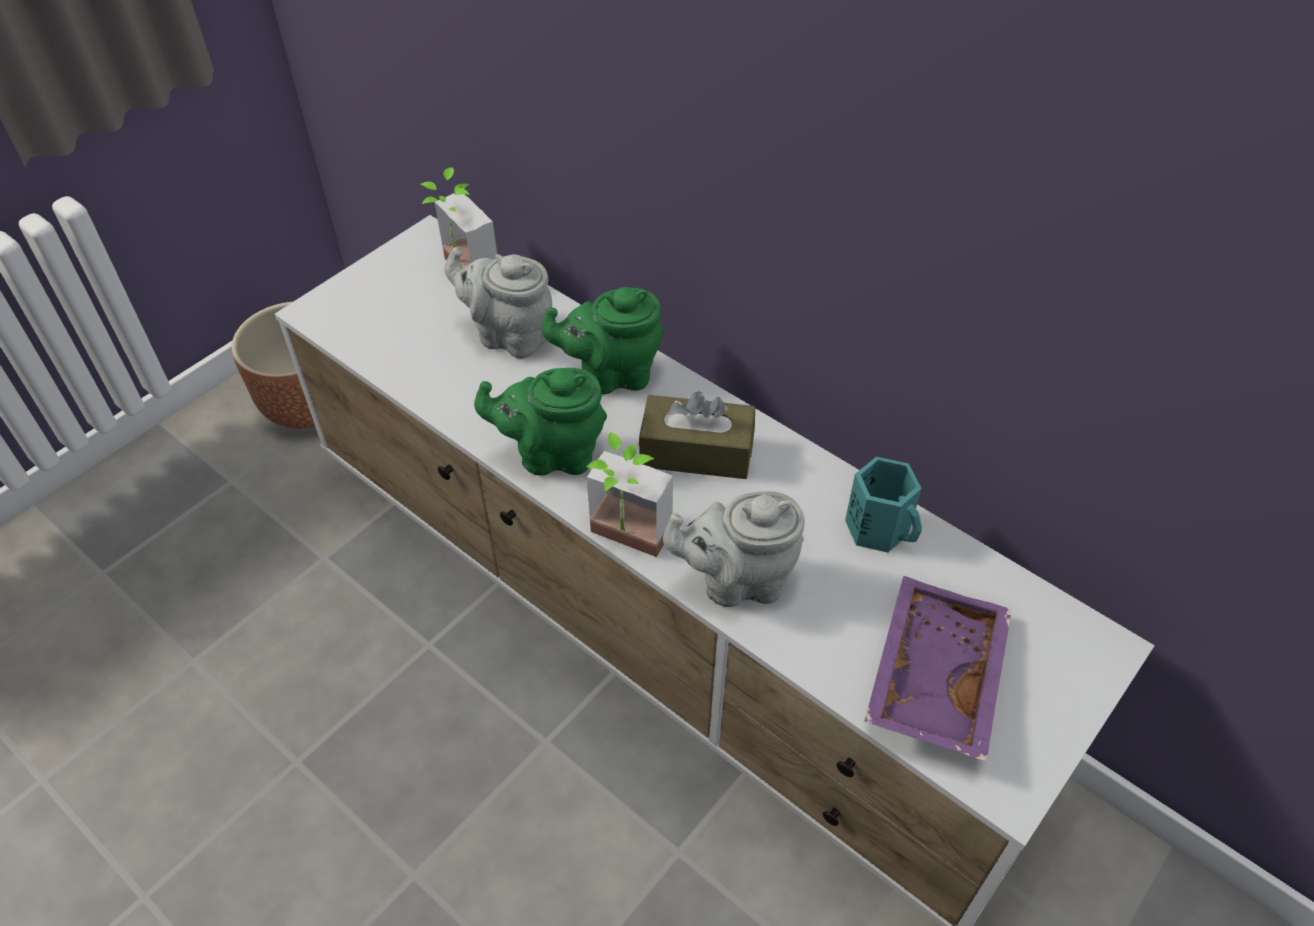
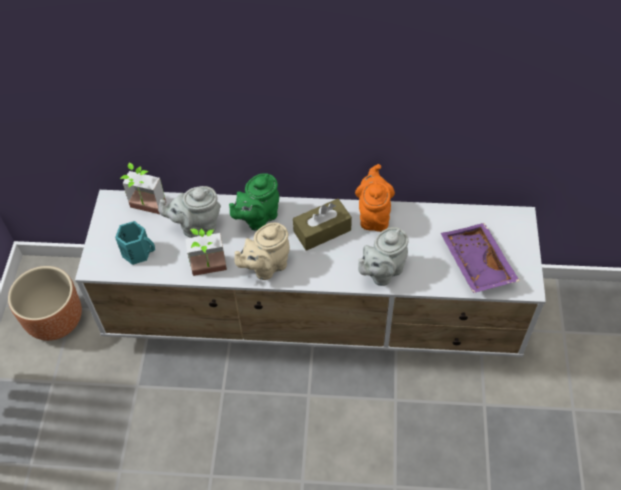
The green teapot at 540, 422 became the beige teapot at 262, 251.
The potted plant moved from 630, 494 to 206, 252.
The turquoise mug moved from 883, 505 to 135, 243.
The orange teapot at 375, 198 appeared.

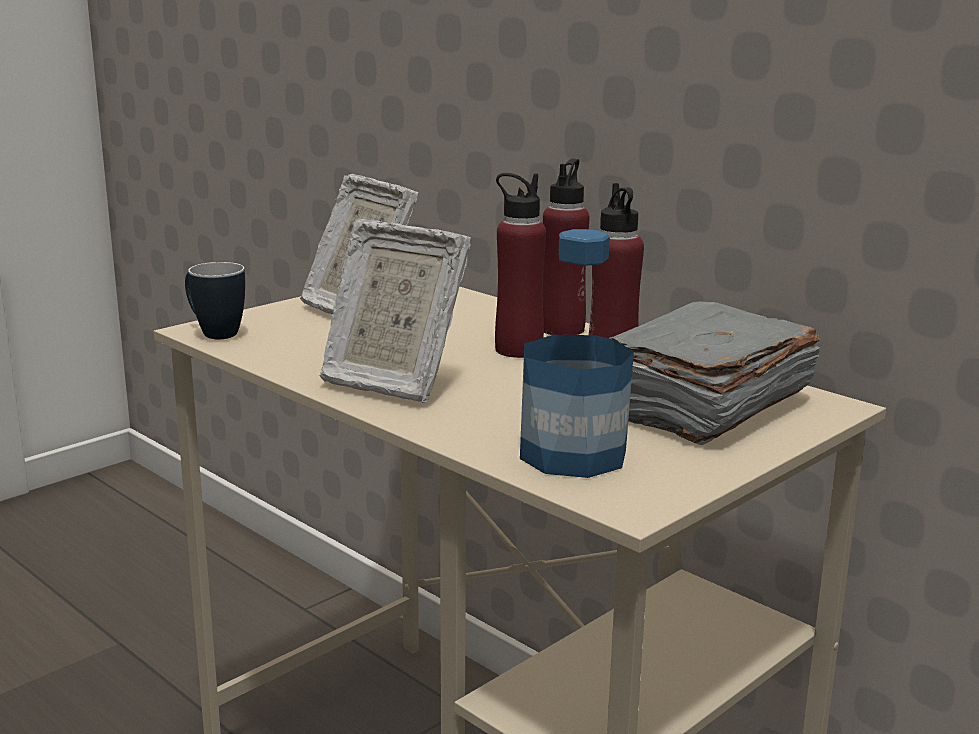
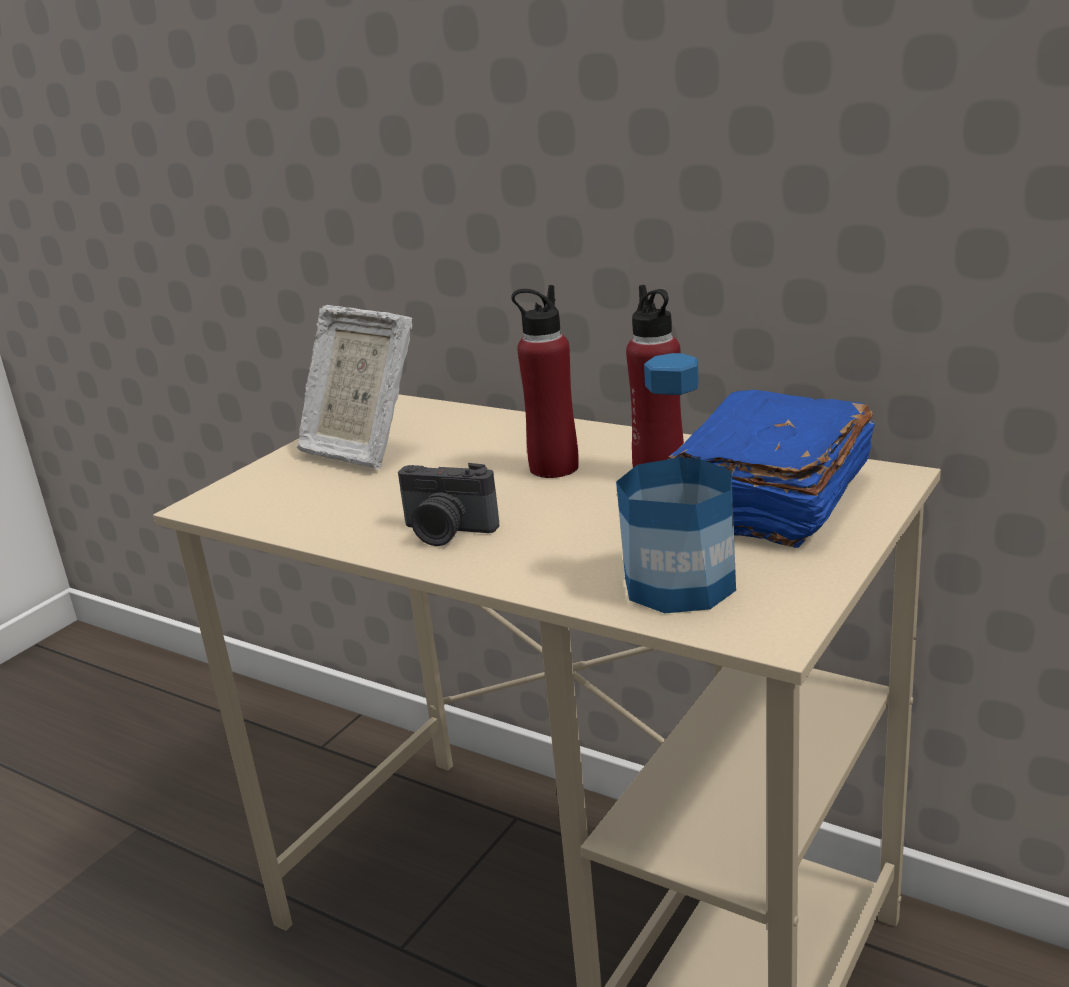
The red bottle at 566, 247 disappeared.
The picture frame at 395, 311 was replaced by the photo camera at 449, 504.
The mug at 215, 300 disappeared.
The grey book at 715, 373 became the blue book at 771, 469.

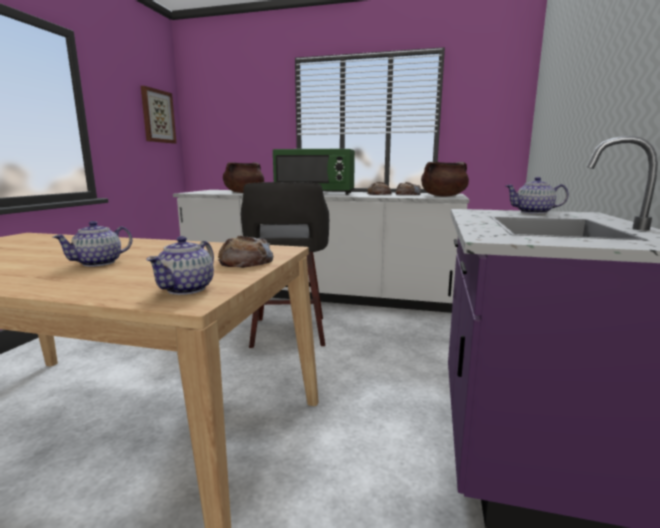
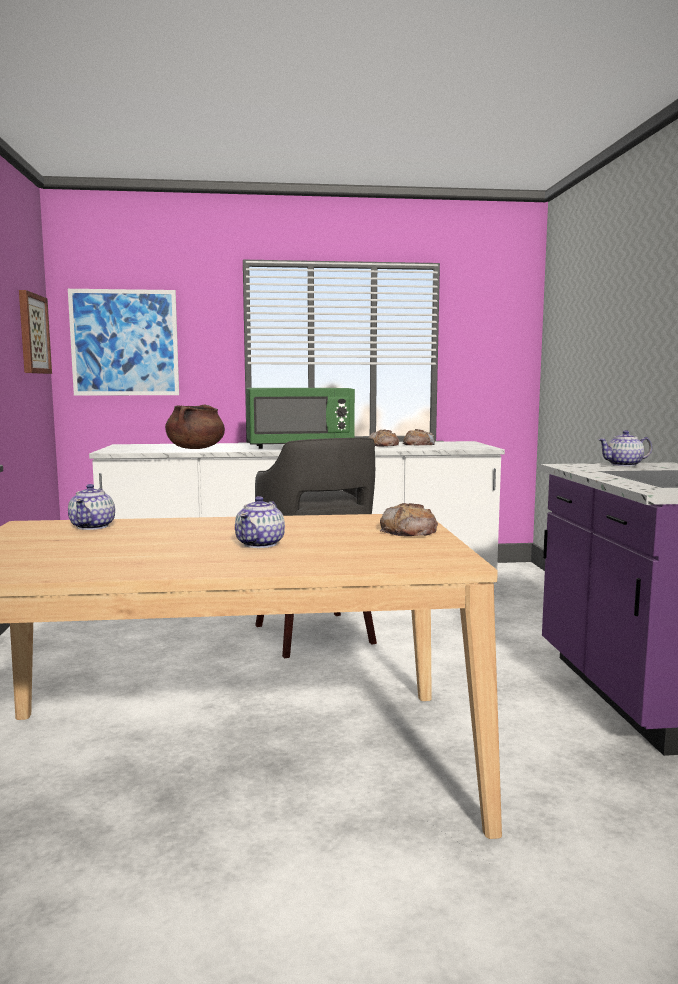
The brown cooking pot at 445, 179 disappeared.
The teapot moved from 180, 265 to 91, 507.
The picture at 123, 342 appeared.

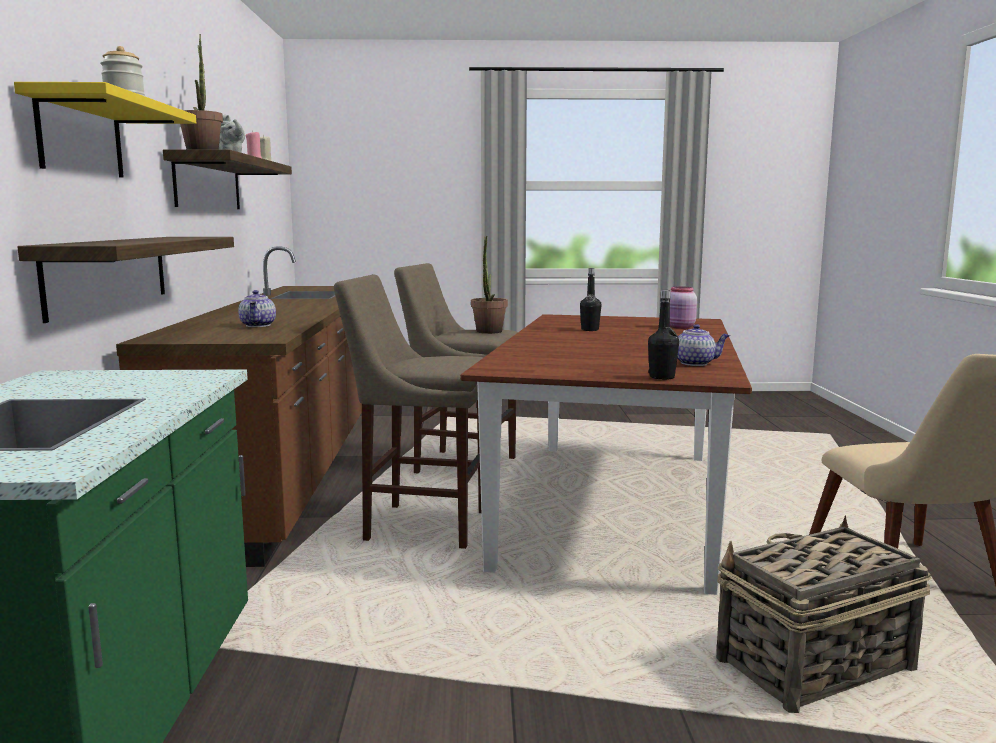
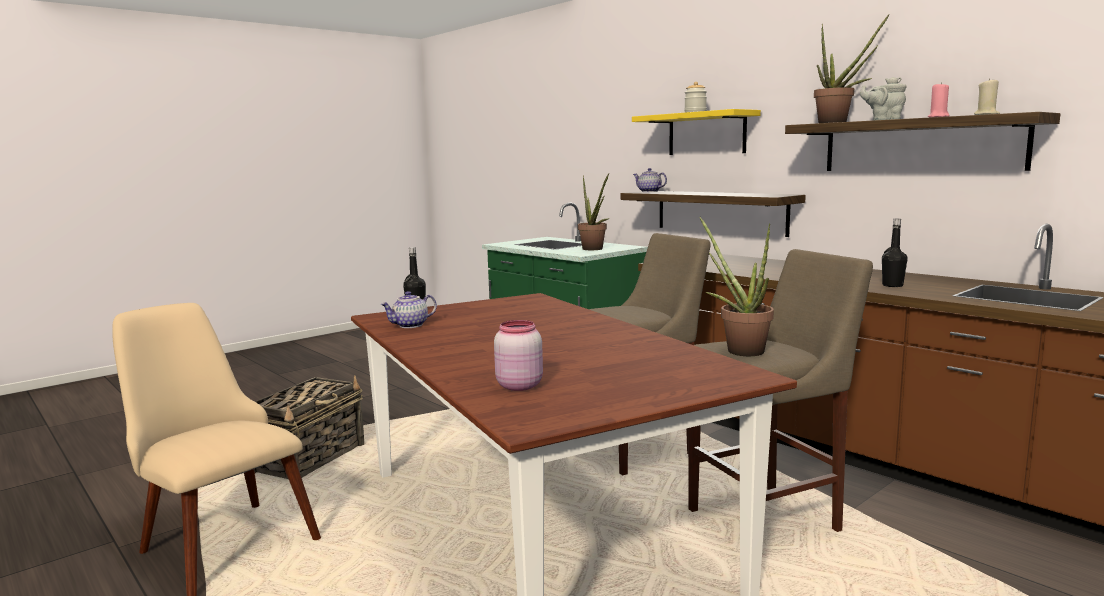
The black bottle moved from 590, 299 to 894, 253.
The teapot moved from 257, 308 to 650, 180.
The potted plant at 593, 212 appeared.

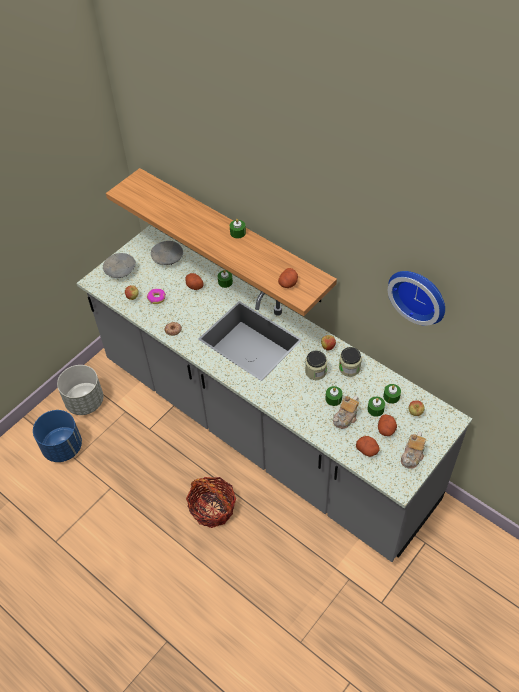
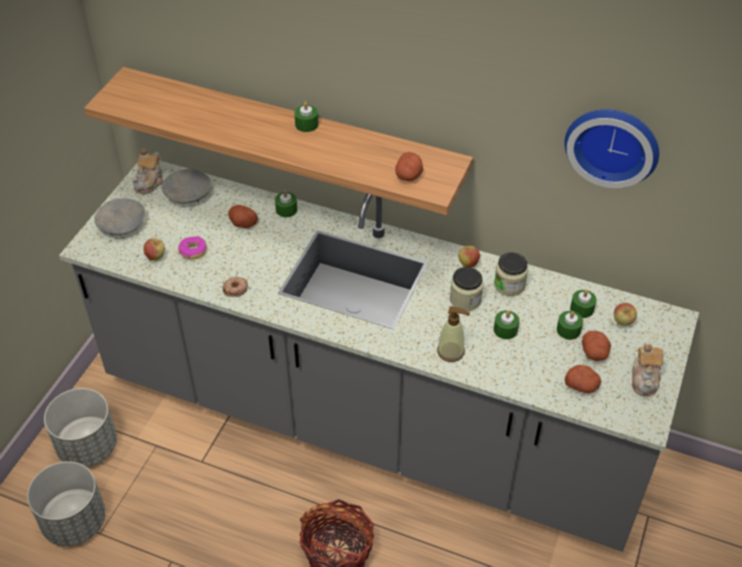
The teapot moved from 346, 412 to 147, 171.
The blue planter at 57, 436 became the grey planter at 66, 503.
The soap dispenser at 453, 334 appeared.

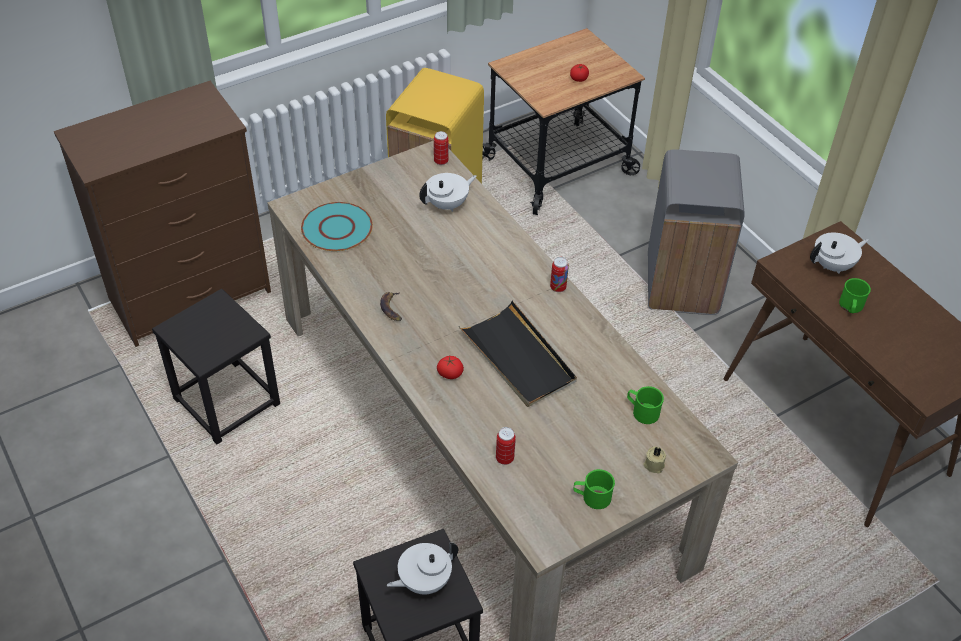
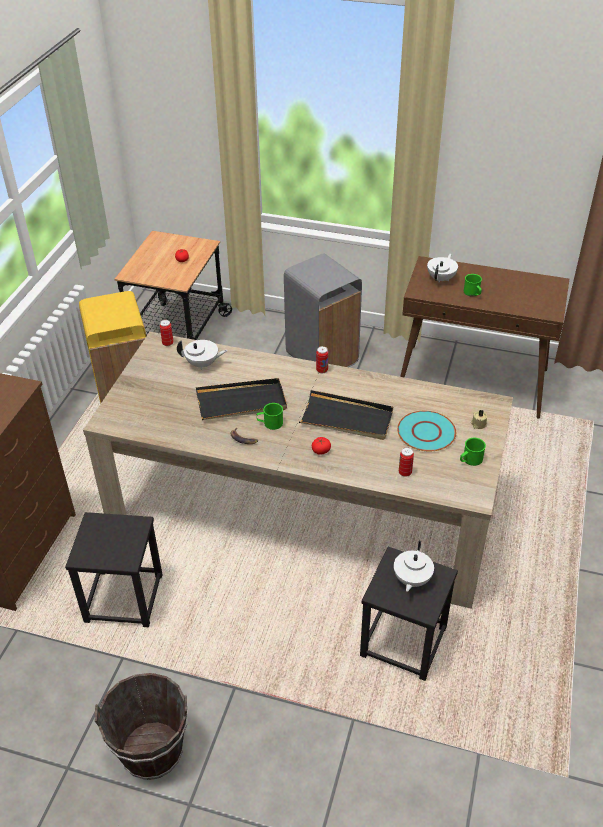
The white teapot at 448, 192 turned 75 degrees clockwise.
The turquoise plate moved from 337, 226 to 426, 431.
The green mug moved from 645, 405 to 270, 416.
The black tray at 241, 399 appeared.
The brown bucket at 140, 726 appeared.

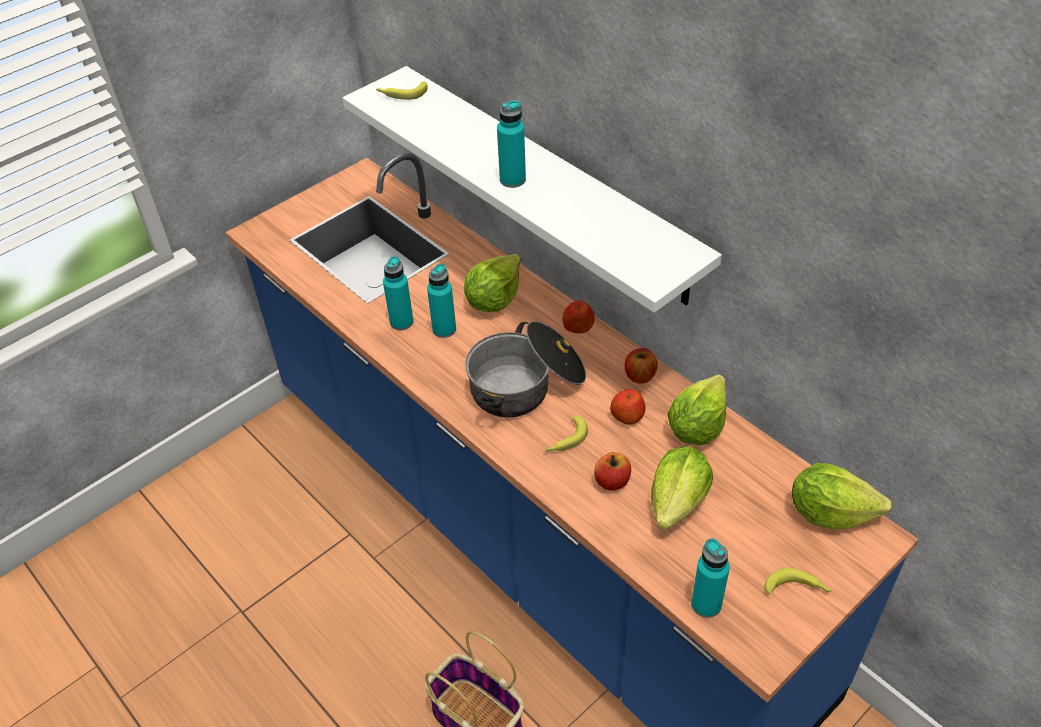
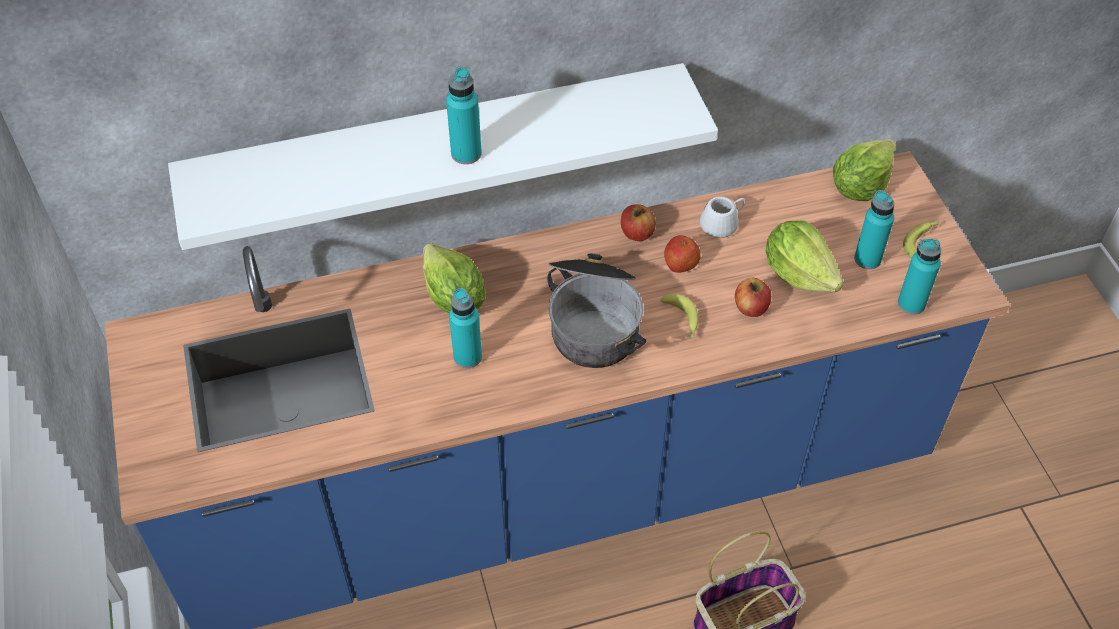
The banana at 402, 90 disappeared.
The turquoise bottle moved from 398, 293 to 874, 229.
The apple at 578, 316 disappeared.
The lettuce at 696, 410 was replaced by the white mug at 723, 217.

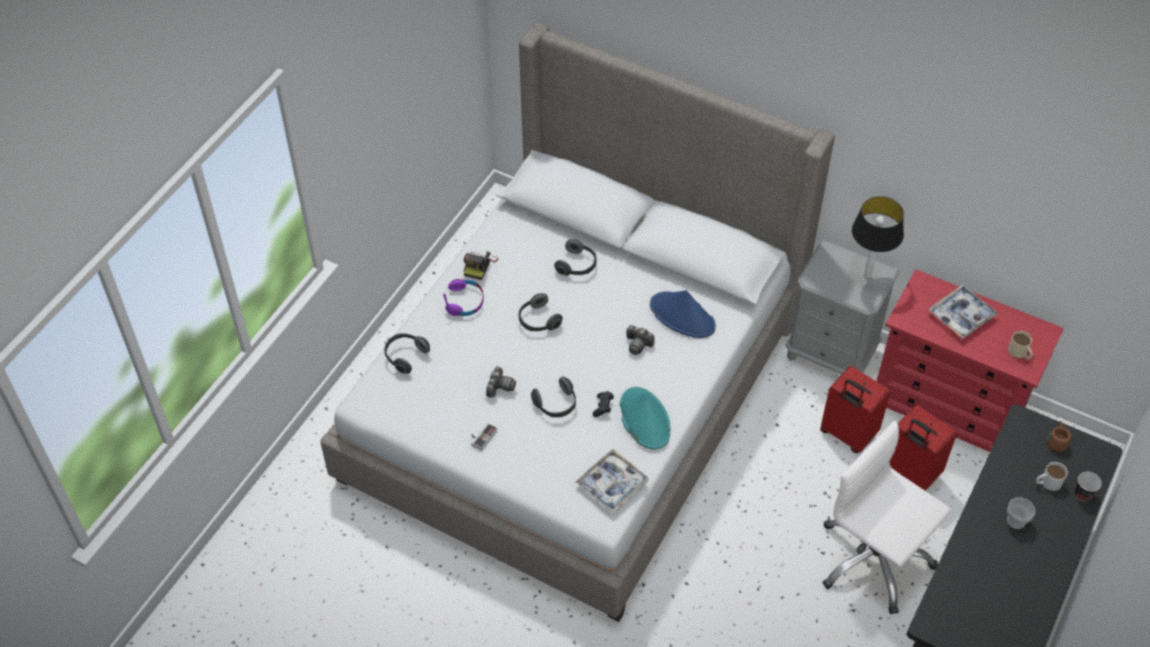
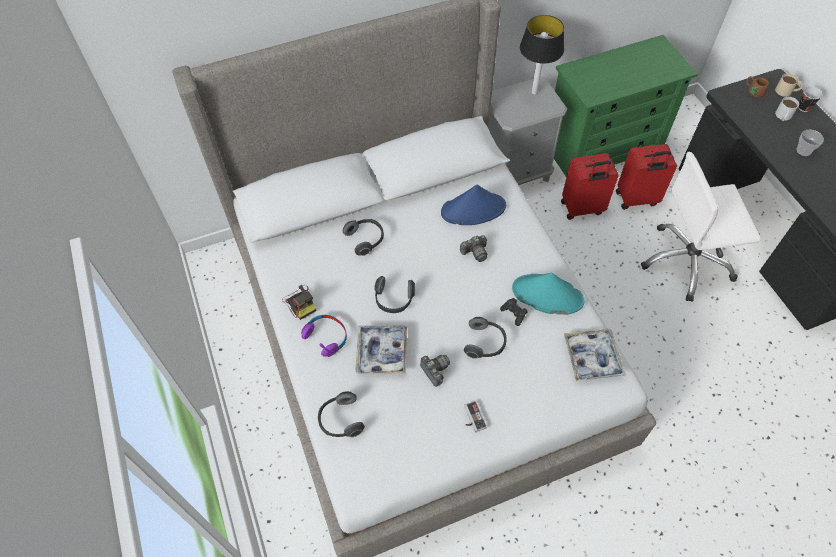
The red dresser at 970, 360 became the green dresser at 626, 106.
The tray moved from 963, 312 to 381, 350.
The beige mug moved from 1020, 345 to 789, 85.

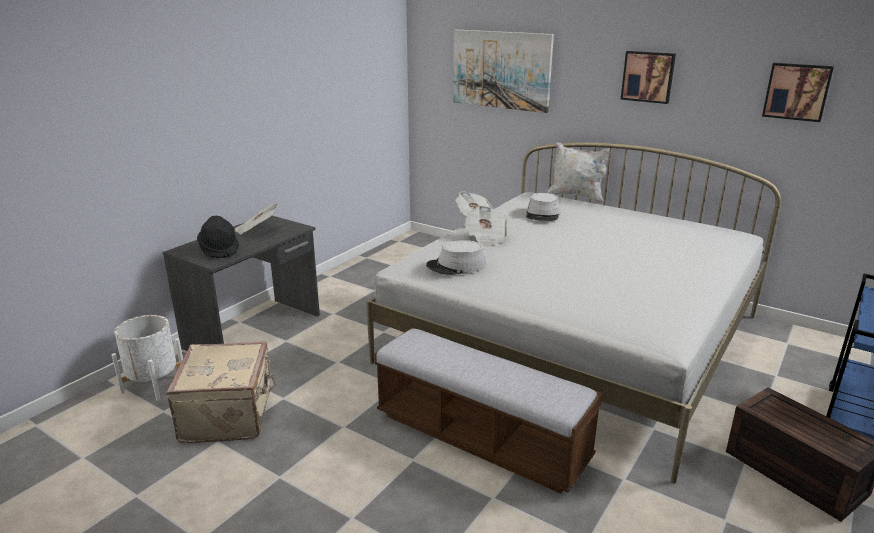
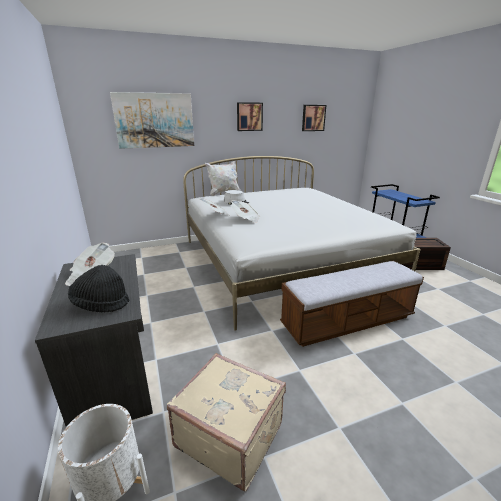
The grey hat at 456, 257 disappeared.

